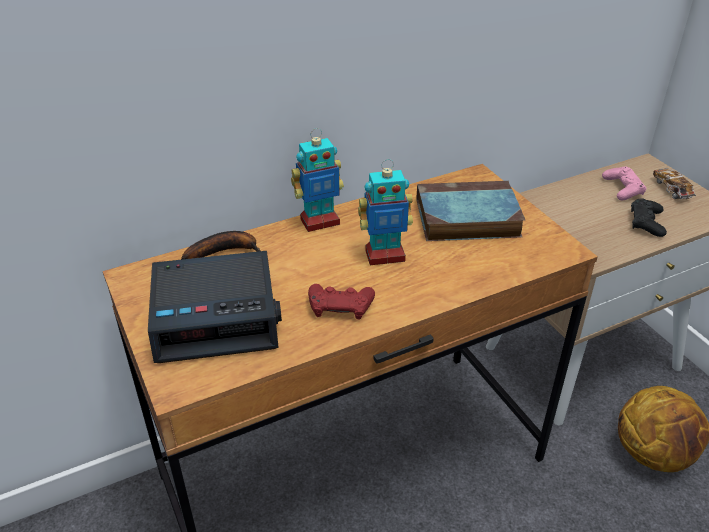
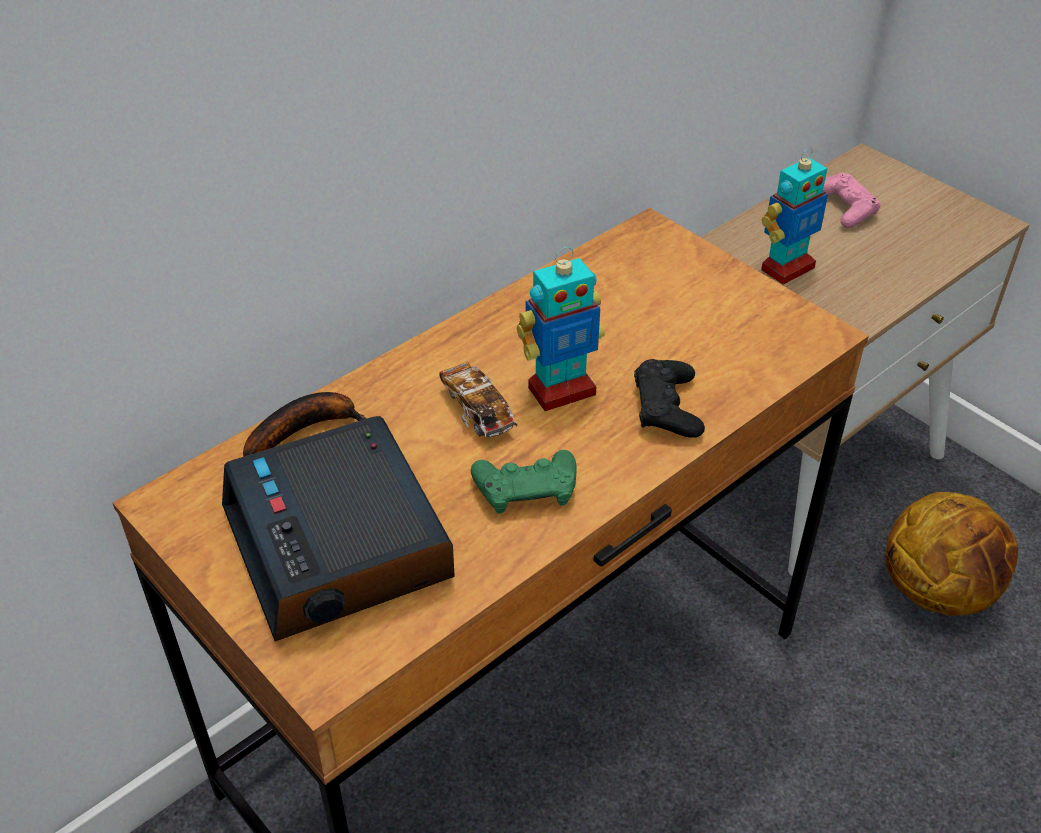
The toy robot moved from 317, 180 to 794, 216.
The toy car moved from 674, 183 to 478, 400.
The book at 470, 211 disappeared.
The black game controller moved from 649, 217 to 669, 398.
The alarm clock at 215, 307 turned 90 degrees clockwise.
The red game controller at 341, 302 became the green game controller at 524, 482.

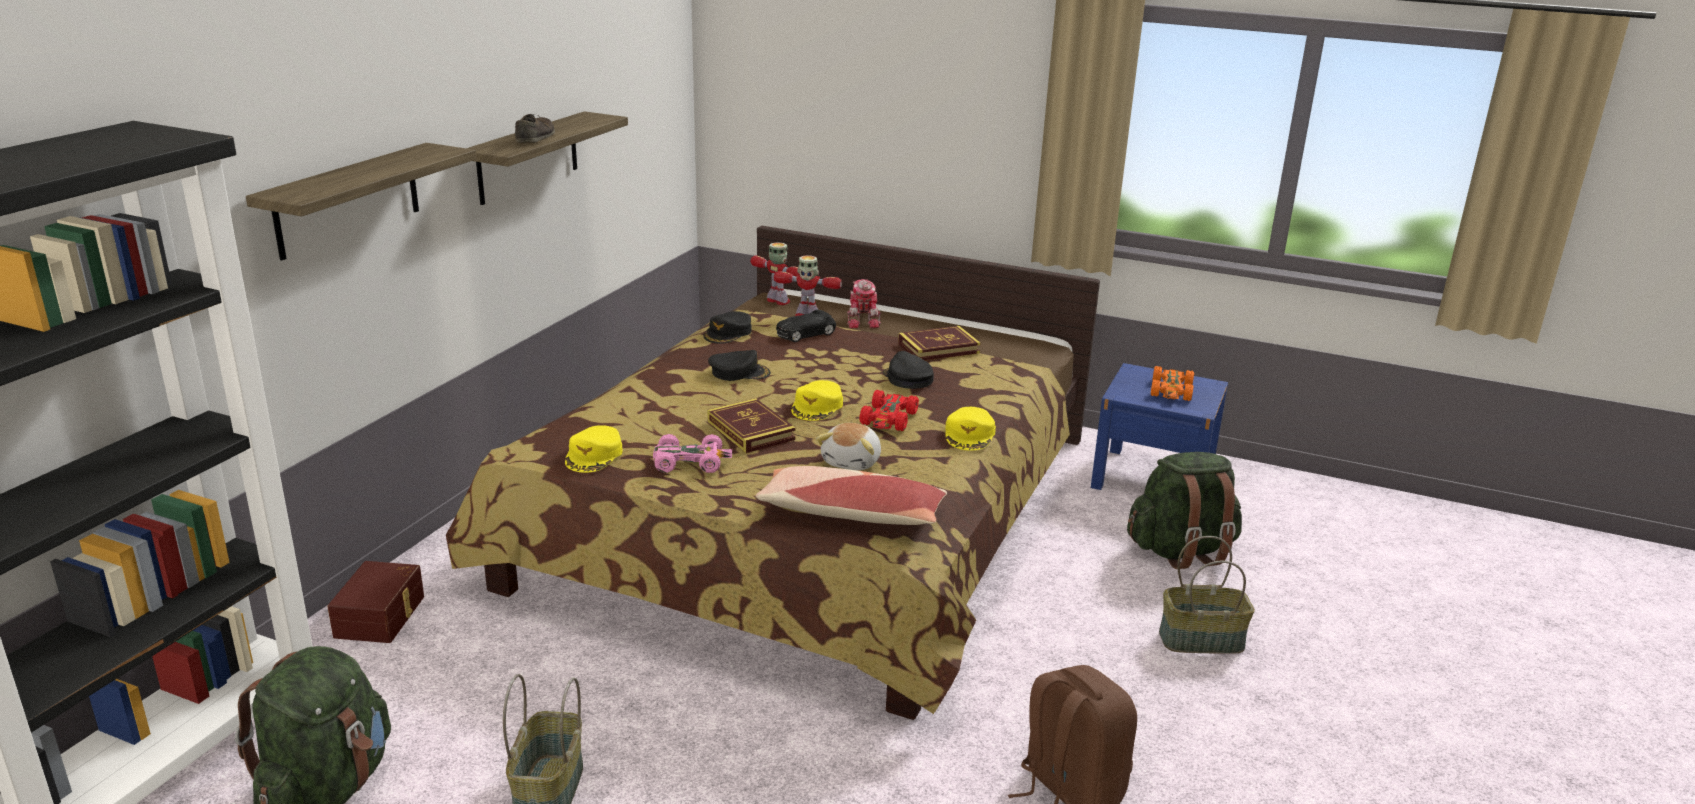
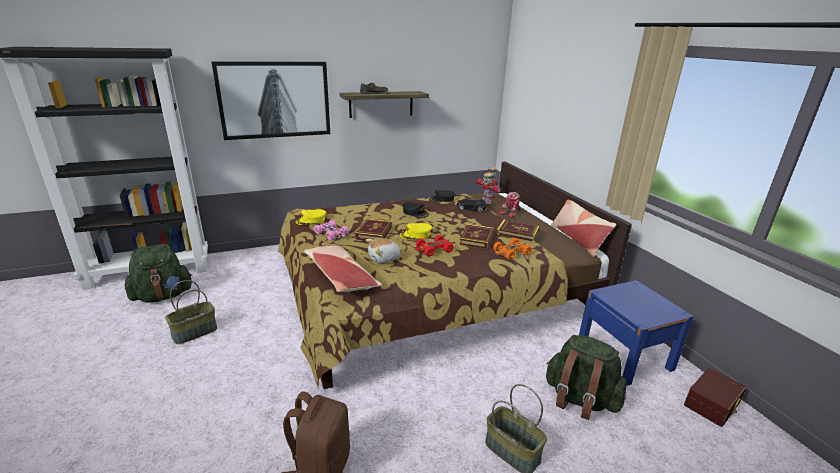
The shelf at 361, 201 was replaced by the picture at 270, 100.
The black cap at 908, 370 was replaced by the book at 476, 236.
The orange toy car moved from 1172, 383 to 512, 249.
The yellow cap at 970, 429 disappeared.
The brown storage box moved from 375, 602 to 715, 397.
The pillow at 583, 228 appeared.

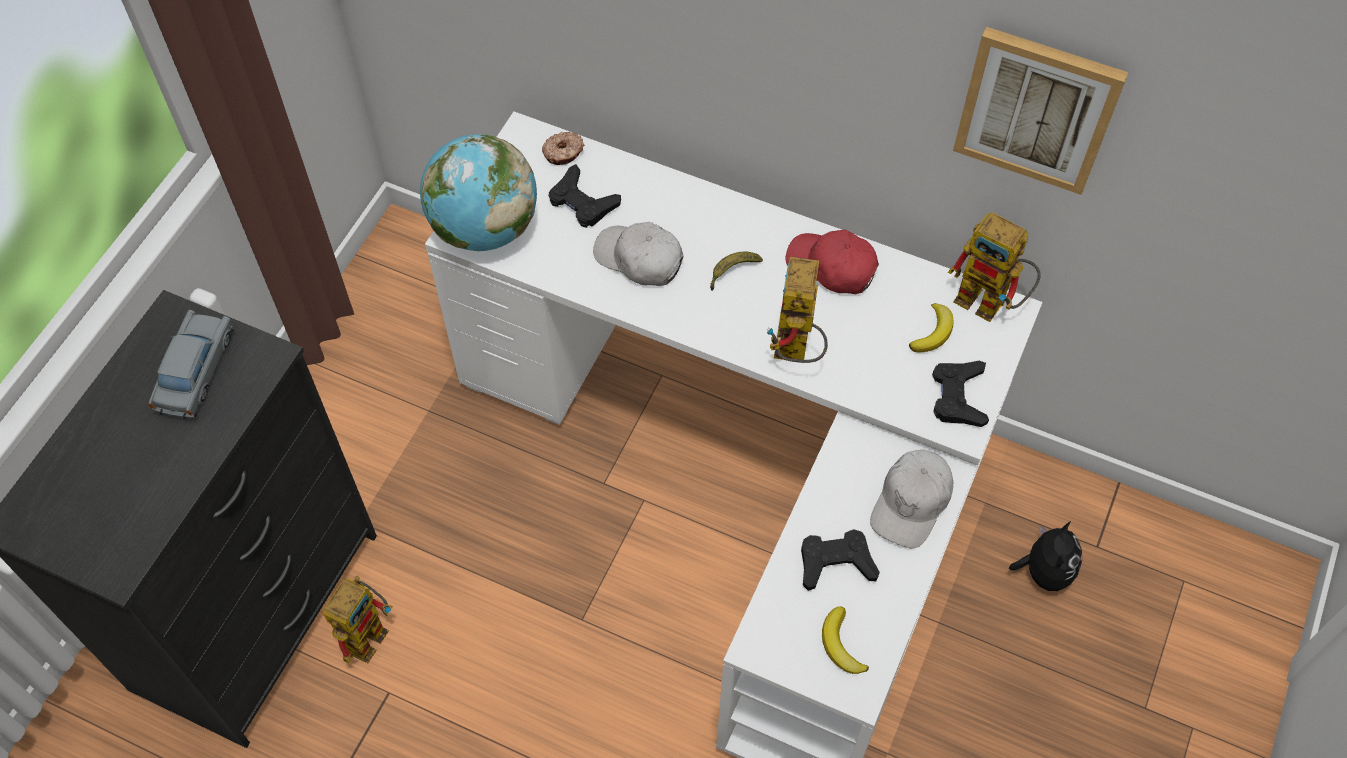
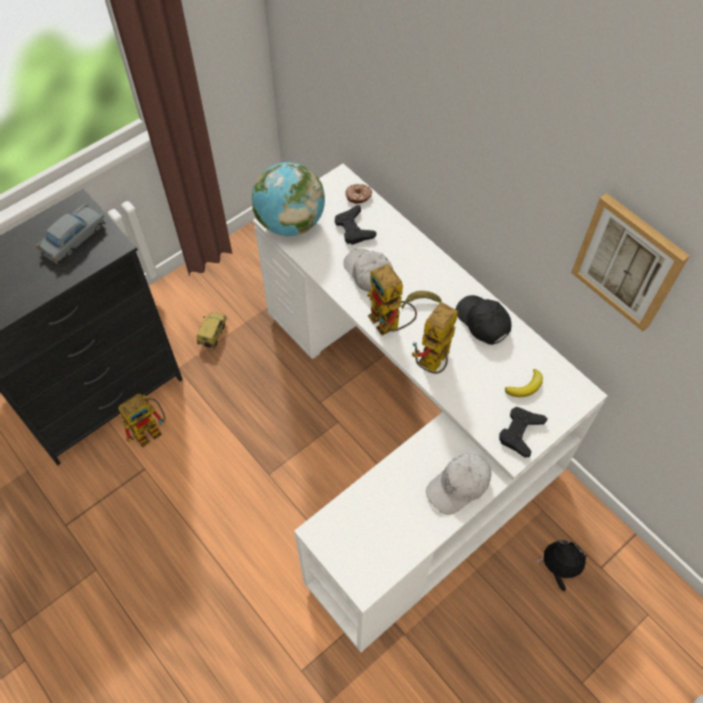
The toy robot moved from 994, 267 to 392, 299.
The red cap at 832, 262 became the black cap at 483, 320.
The plush toy at 1045, 556 turned 105 degrees counterclockwise.
The black game controller at 840, 560 disappeared.
The banana at 845, 640 disappeared.
The toy car at 212, 330 appeared.

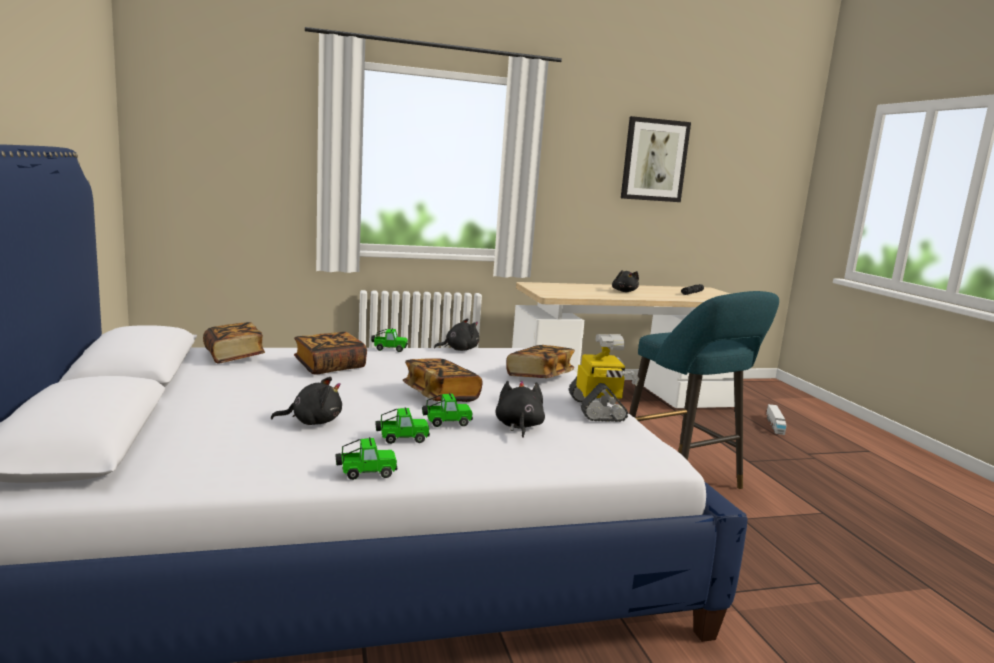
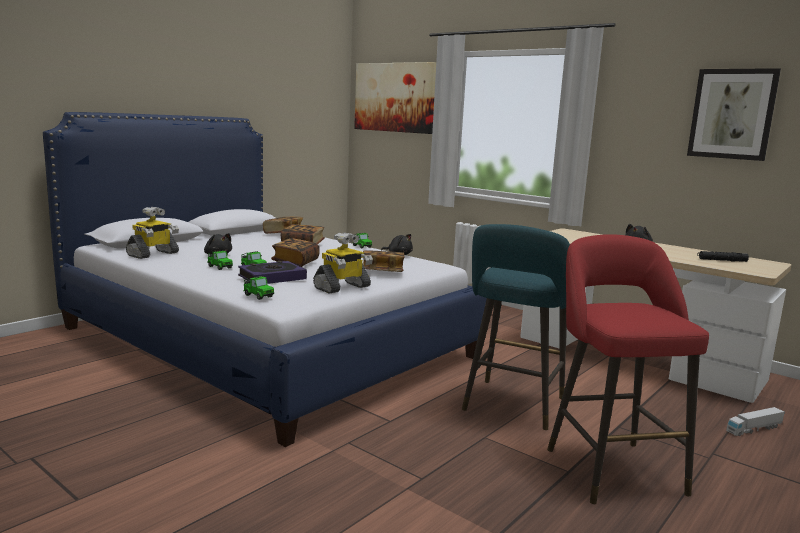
The black plush toy at 520, 409 was replaced by the book at 272, 272.
The toy car moved from 366, 458 to 259, 288.
The picture at 395, 98 appeared.
The toy robot at 152, 233 appeared.
The red stool at 628, 369 appeared.

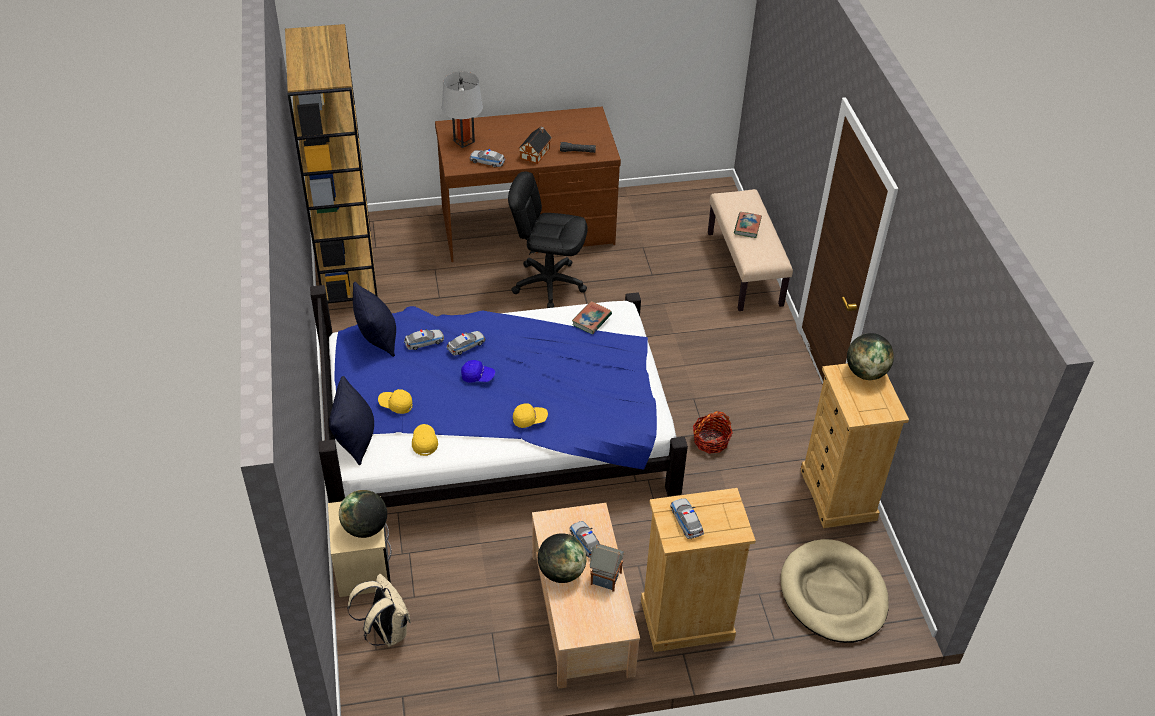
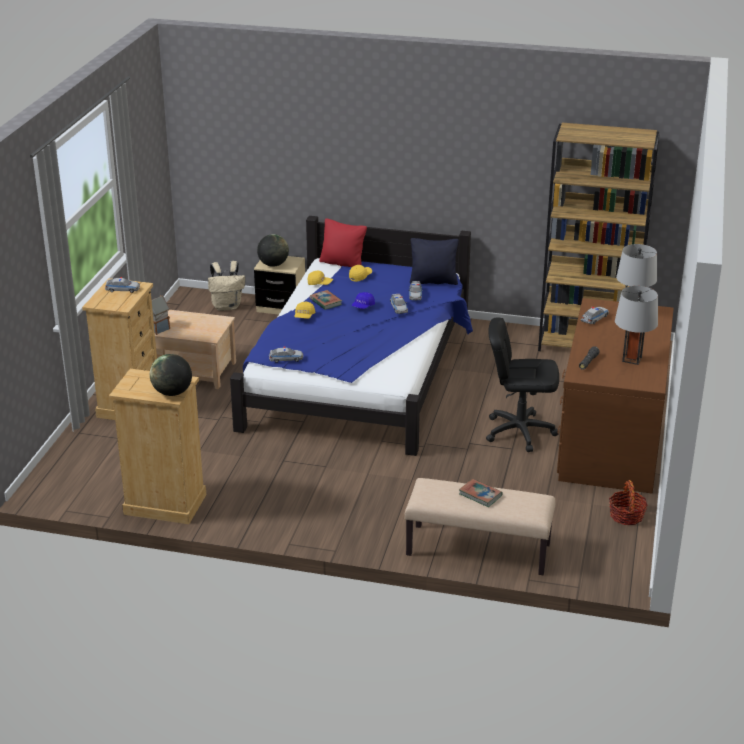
The toy house at 535, 145 disappeared.
The black office chair at 548, 240 turned 120 degrees counterclockwise.
The book moved from 592, 317 to 326, 300.
The black pillow at 351, 420 became the red pillow at 343, 243.
The basket moved from 713, 432 to 628, 502.
The toy car moved from 585, 539 to 286, 354.
The globe at 562, 558 disappeared.
The beige dog bed at 834, 591 disappeared.
The grey table lamp at 636, 325 appeared.

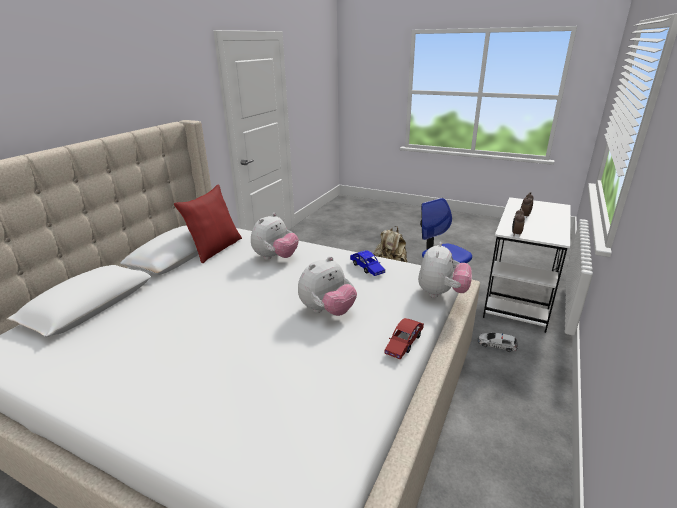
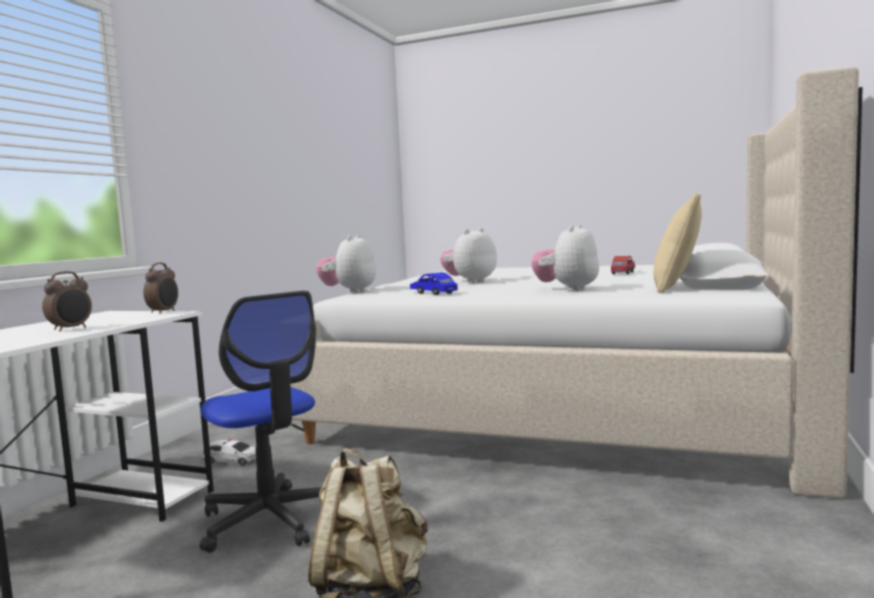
The red pillow at 208, 223 became the beige pillow at 678, 243.
The red toy car moved from 404, 339 to 623, 265.

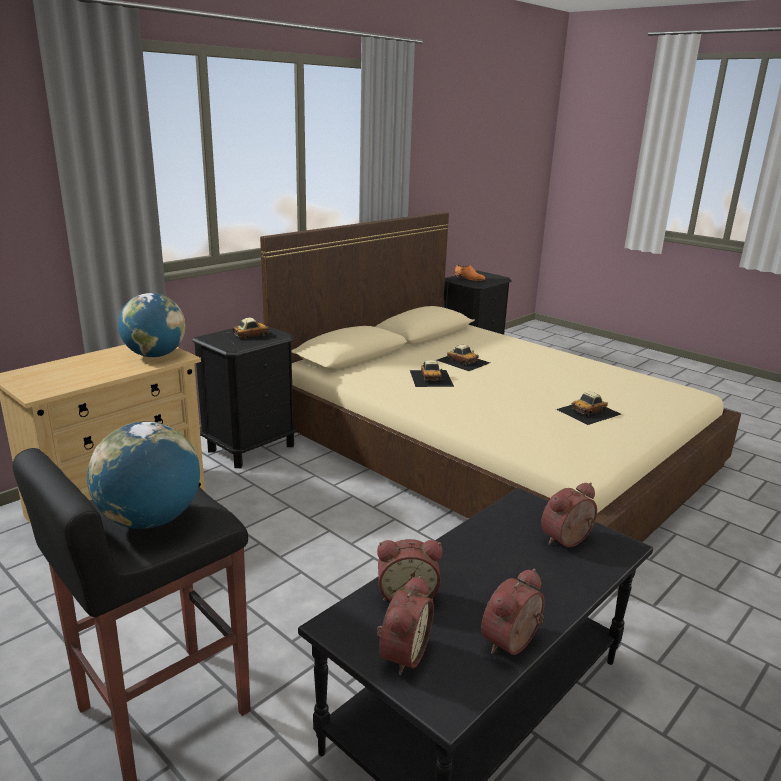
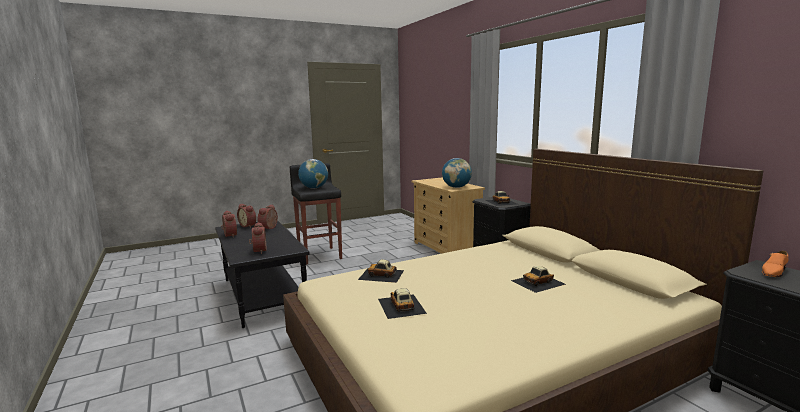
The toy car moved from 432, 373 to 381, 271.

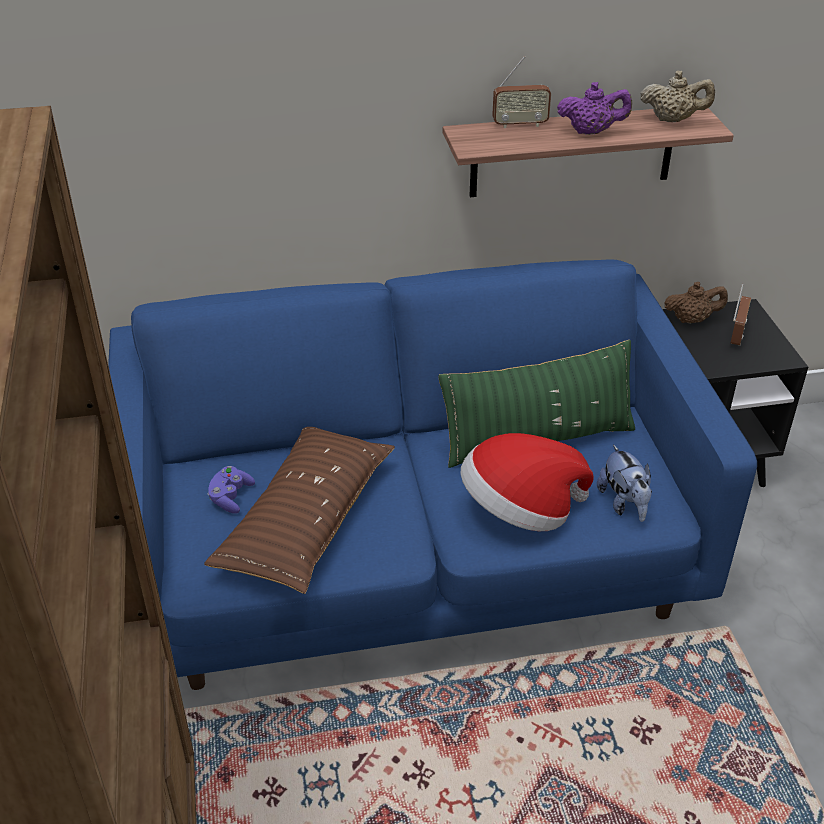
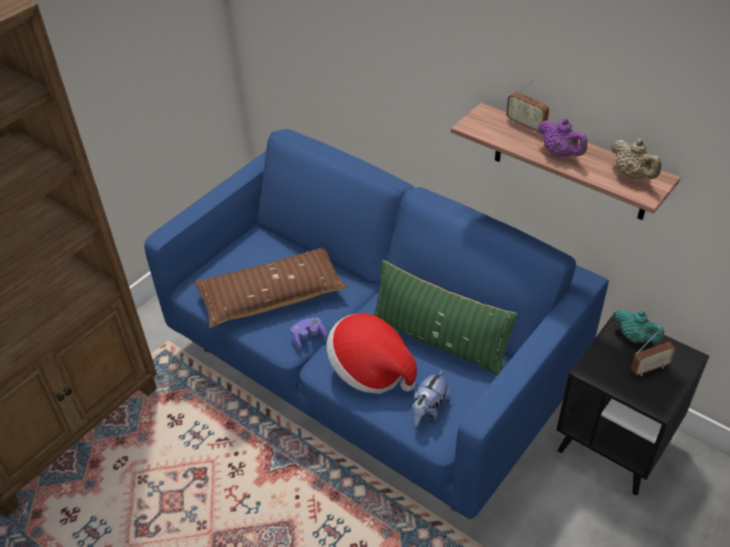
The brown teapot at 696, 302 became the turquoise teapot at 639, 326.
The purple game controller moved from 231, 490 to 309, 333.

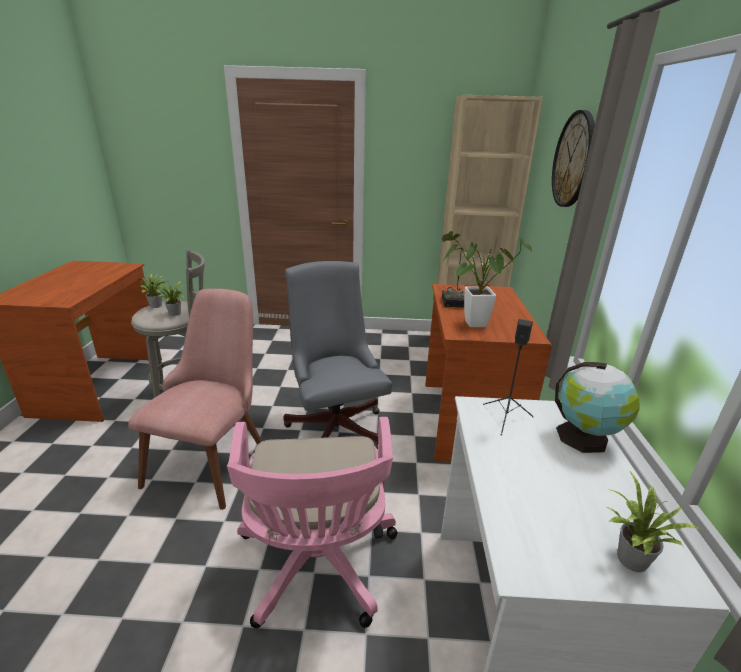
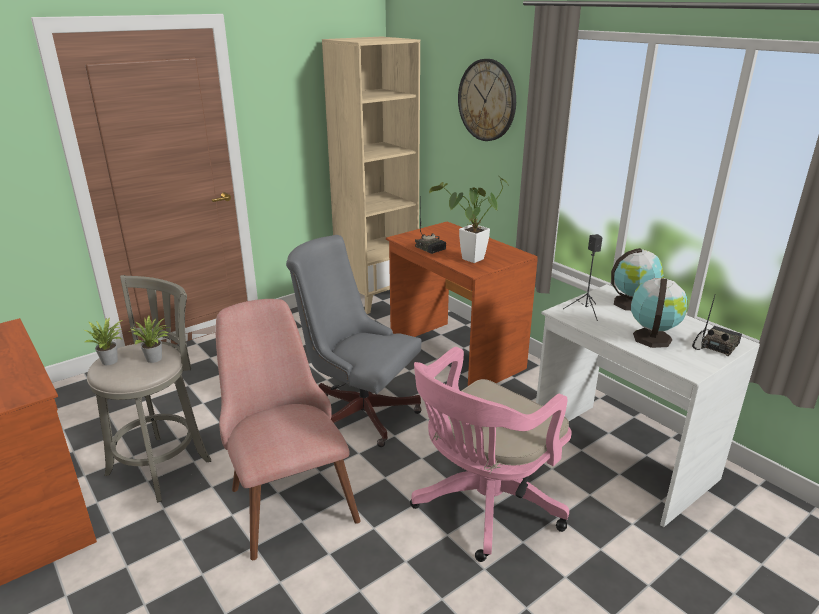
The pink office chair at 312, 522 turned 90 degrees clockwise.
The potted plant at 654, 522 was replaced by the radio at 717, 326.
The globe at 659, 313 appeared.

